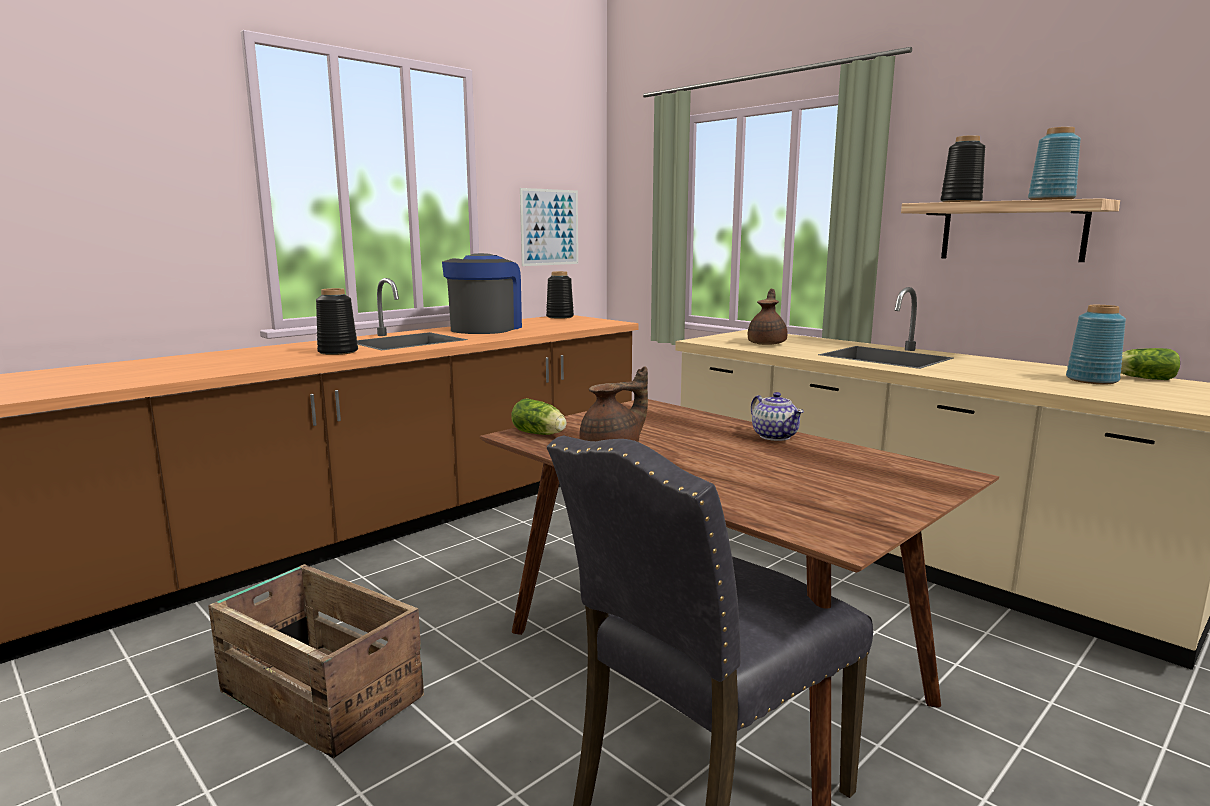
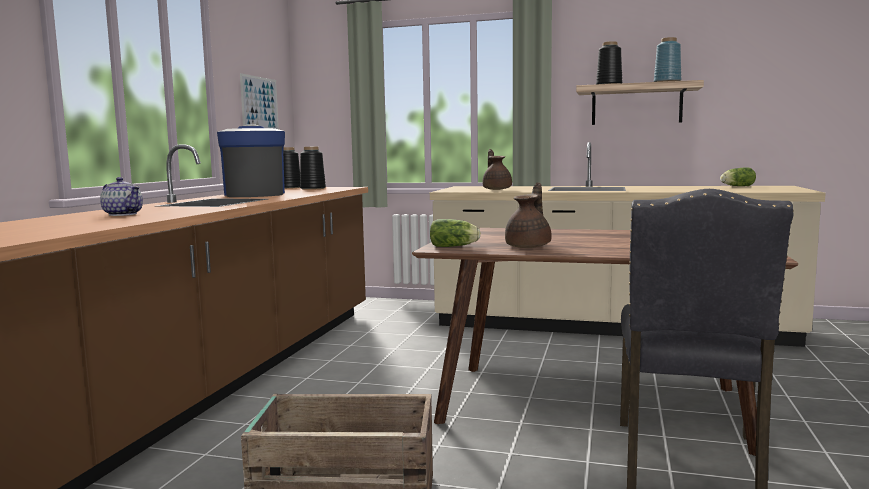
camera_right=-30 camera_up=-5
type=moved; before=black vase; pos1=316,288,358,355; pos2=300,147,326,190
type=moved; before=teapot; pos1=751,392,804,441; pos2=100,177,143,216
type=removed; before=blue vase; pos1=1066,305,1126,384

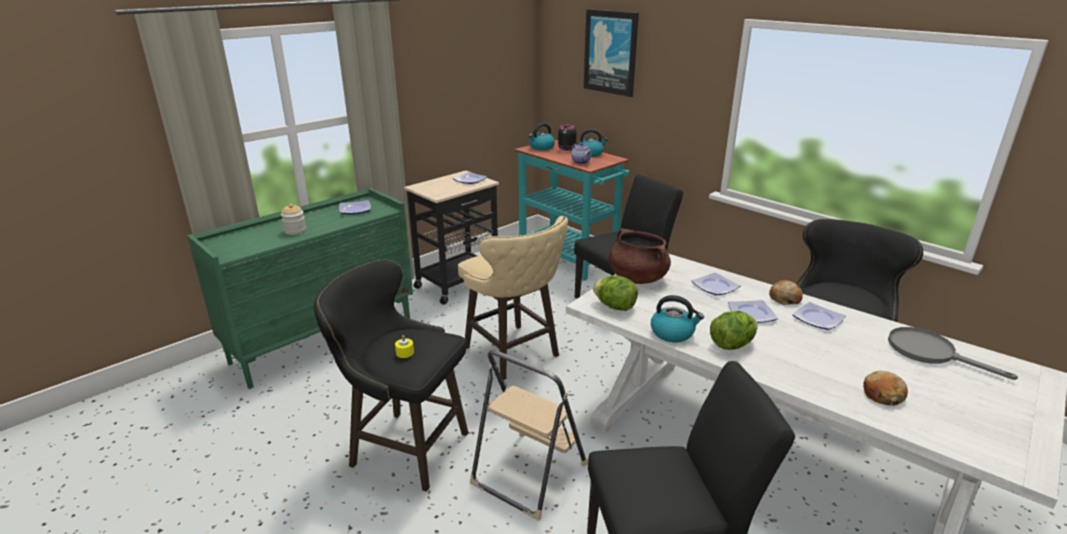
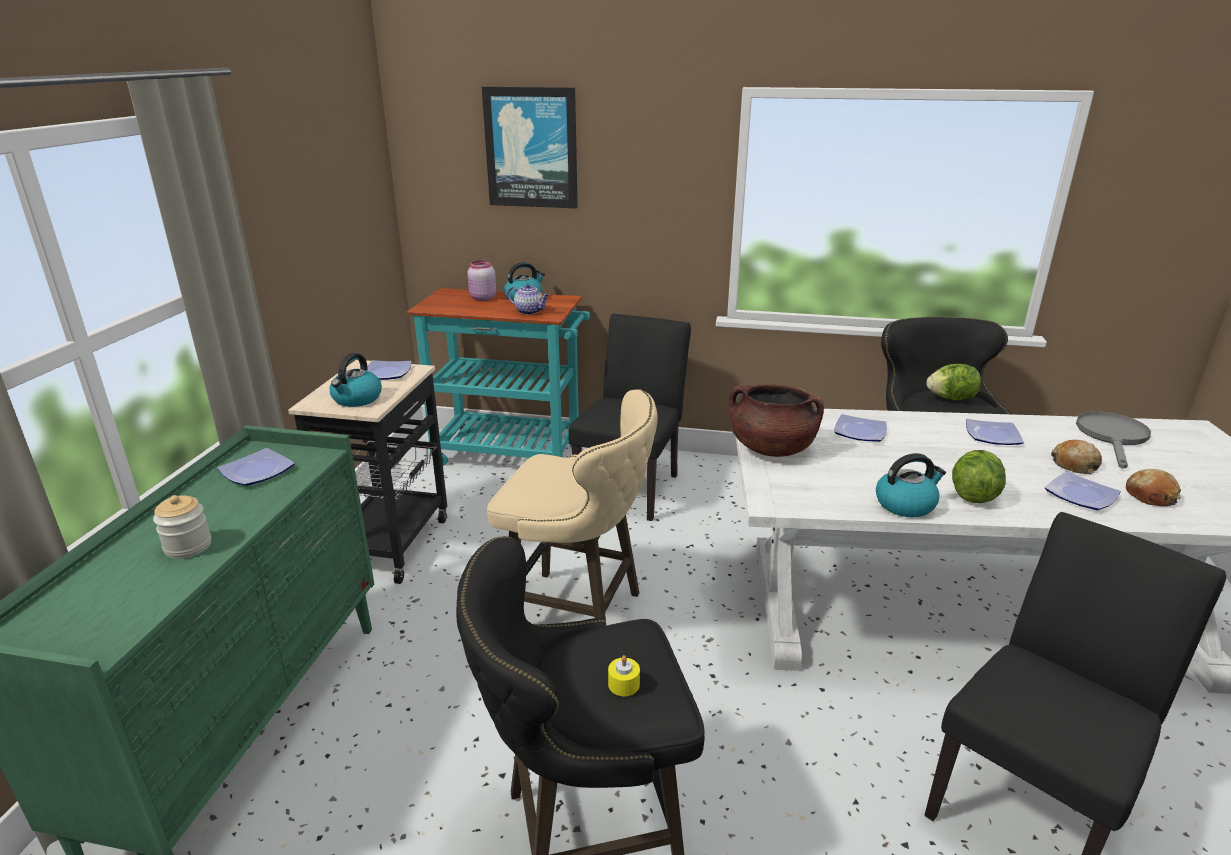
camera_right=-35 camera_up=0
type=removed; before=beige step ladder; pos1=470,350,588,521
type=moved; before=kettle; pos1=529,123,555,150; pos2=329,353,382,407
type=recoloured; before=black jar; after=pink jar; pos1=558,124,577,151; pos2=467,260,496,301
type=moved; before=lettuce; pos1=593,275,638,311; pos2=926,364,981,400
type=moved; before=plate; pos1=728,300,778,323; pos2=1045,472,1121,510
type=moved; before=bread; pos1=769,280,803,305; pos2=1051,440,1102,474
type=turned; before=grey frying pan; pos1=888,327,1018,380; pos2=1076,411,1151,469; turn=105

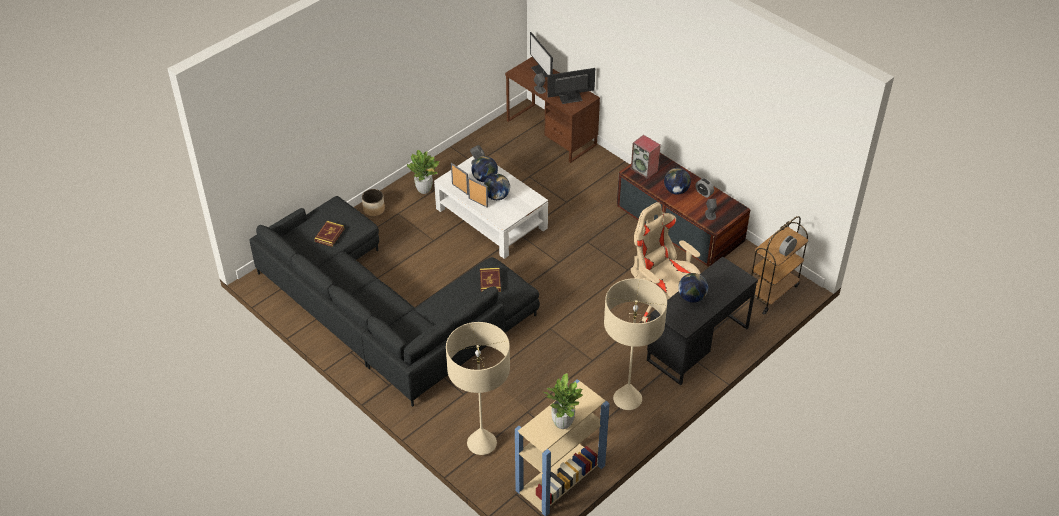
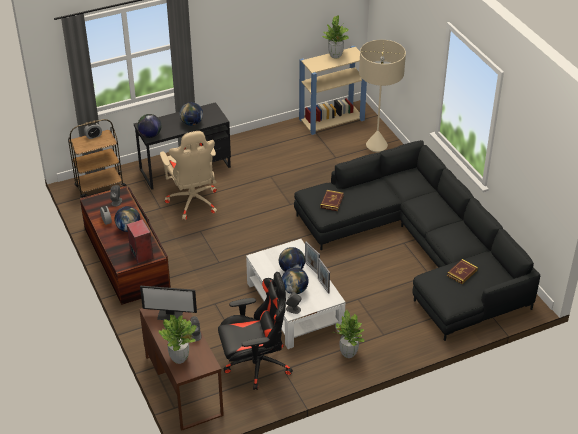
camera_right=-160 camera_up=-5
type=removed; before=planter; pos1=362,189,385,216
type=replaced; before=monitor; after=potted plant; pos1=530,32,553,77; pos2=159,315,197,364
type=removed; before=beige floor lamp; pos1=604,278,667,410
type=added; after=globe; pos2=137,114,161,138
type=added; after=black office chair; pos2=218,271,293,390

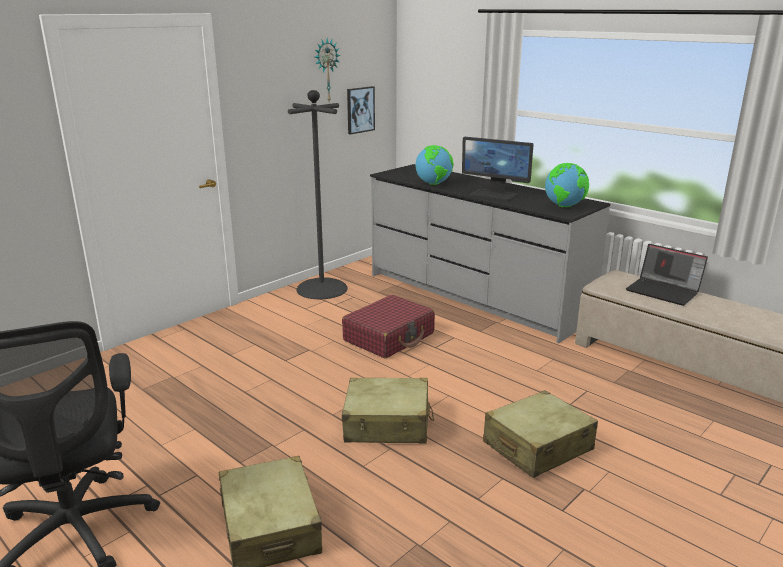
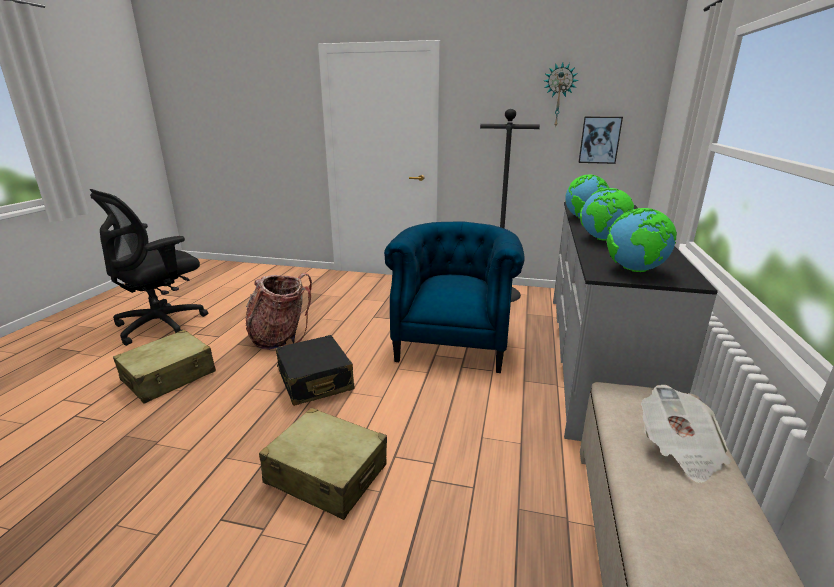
camera_right=60 camera_up=0
type=replaced; before=red suitcase; after=blue armchair; pos1=342,295,435,358; pos2=384,221,525,373
type=recoloured; before=beige suitcase; after=black suitcase; pos1=342,378,434,444; pos2=276,335,355,406
type=replaced; before=monitor; after=globe; pos1=462,137,534,201; pos2=580,188,634,241
type=replaced; before=laptop; after=newspaper; pos1=626,244,708,306; pos2=641,385,732,484
type=added; after=backpack; pos2=246,273,312,350

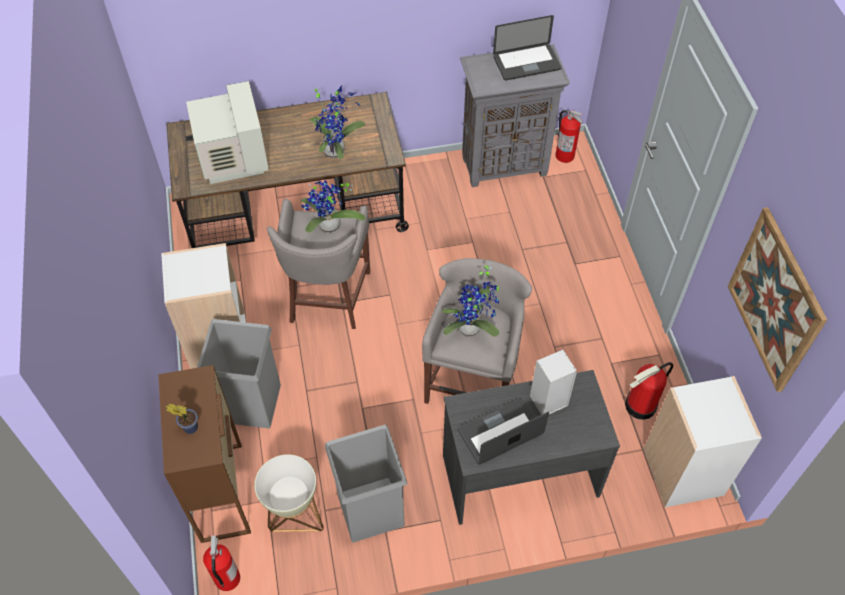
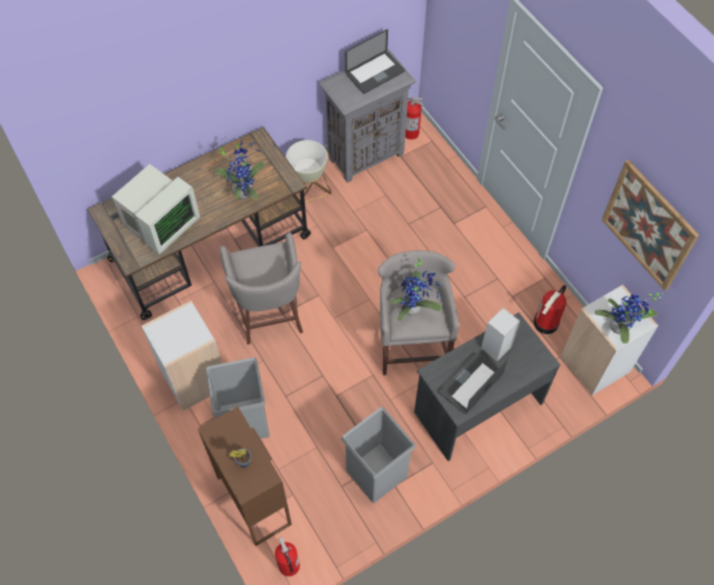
camera_right=-20 camera_up=5
type=turned; before=monitor; pos1=186,81,269,184; pos2=112,164,200,255; turn=75
type=moved; before=planter; pos1=254,454,324,532; pos2=286,140,332,202
type=moved; before=potted plant; pos1=301,180,365,233; pos2=595,293,661,344

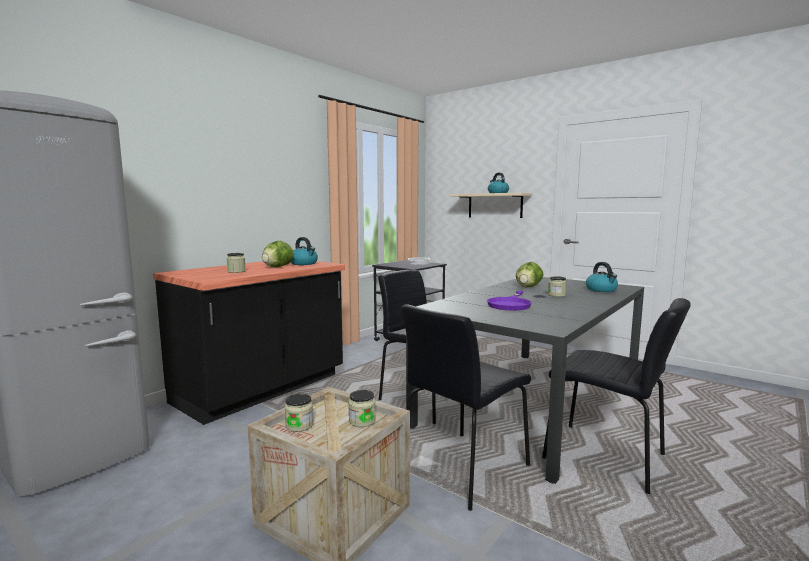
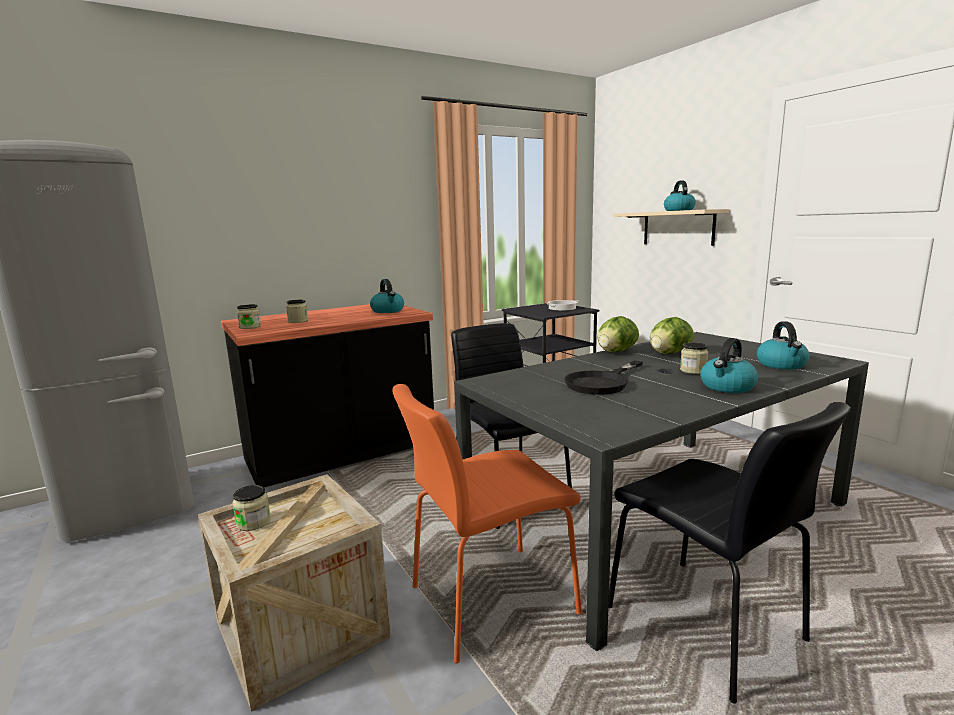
camera_right=20 camera_up=5
type=moved; before=lettuce; pos1=262,241,294,267; pos2=597,316,639,352
type=moved; before=jar; pos1=348,390,376,427; pos2=237,304,261,329
type=recoloured; before=black chair; after=orange chair; pos1=401,305,531,511; pos2=392,384,582,664
type=recoloured; before=purple frying pan; after=black frying pan; pos1=487,291,532,311; pos2=564,360,643,395
type=added; after=kettle; pos2=701,338,758,393

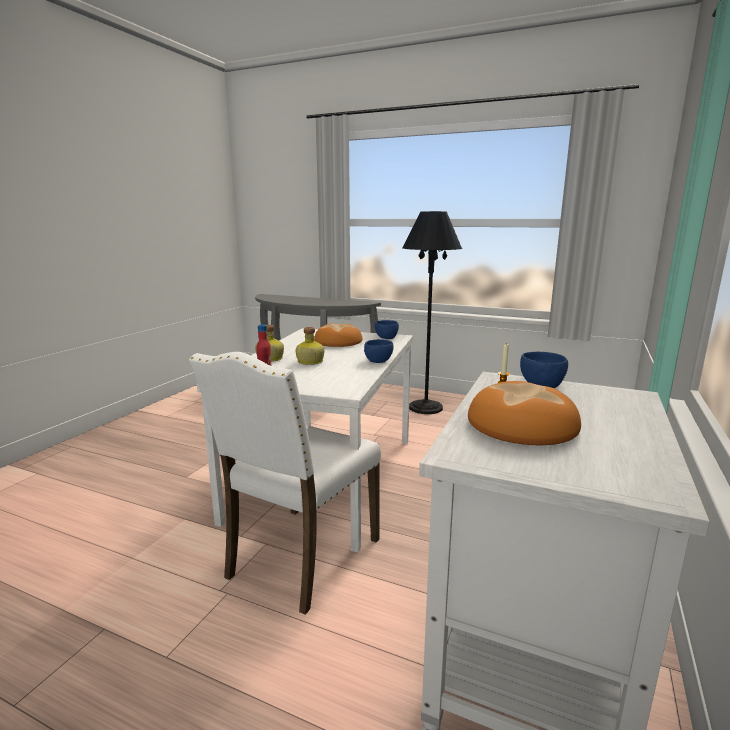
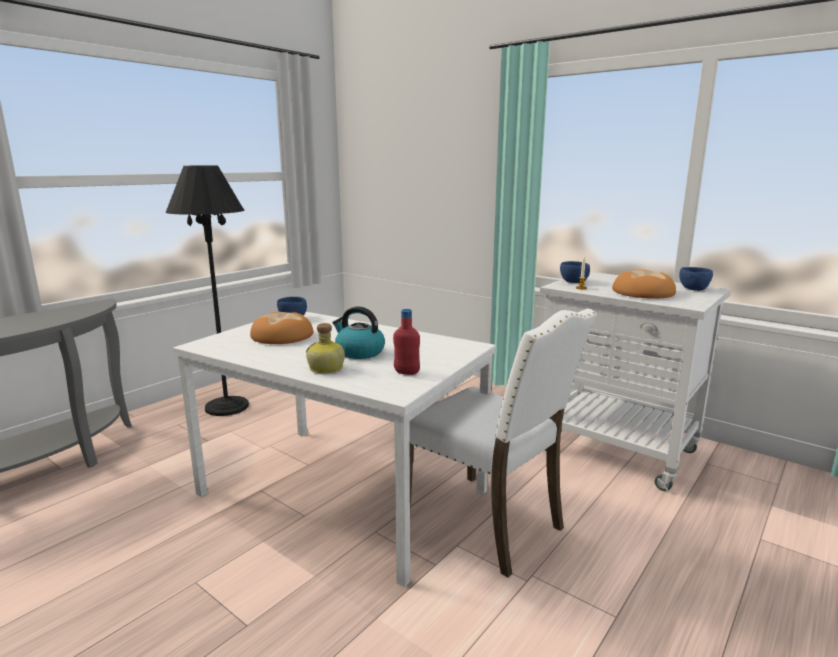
camera_right=-75 camera_up=0
type=replaced; before=bottle; after=kettle; pos1=295,327,324,365; pos2=332,307,385,359
type=moved; before=blue bowl; pos1=364,339,394,363; pos2=679,267,713,291

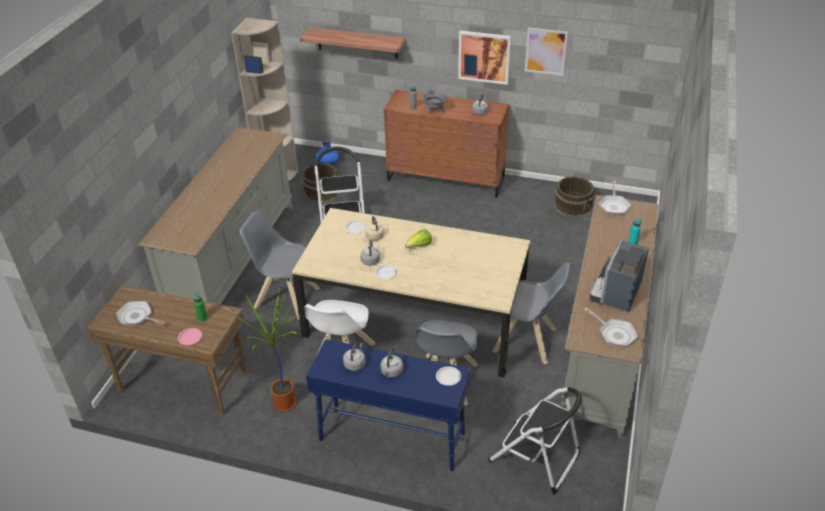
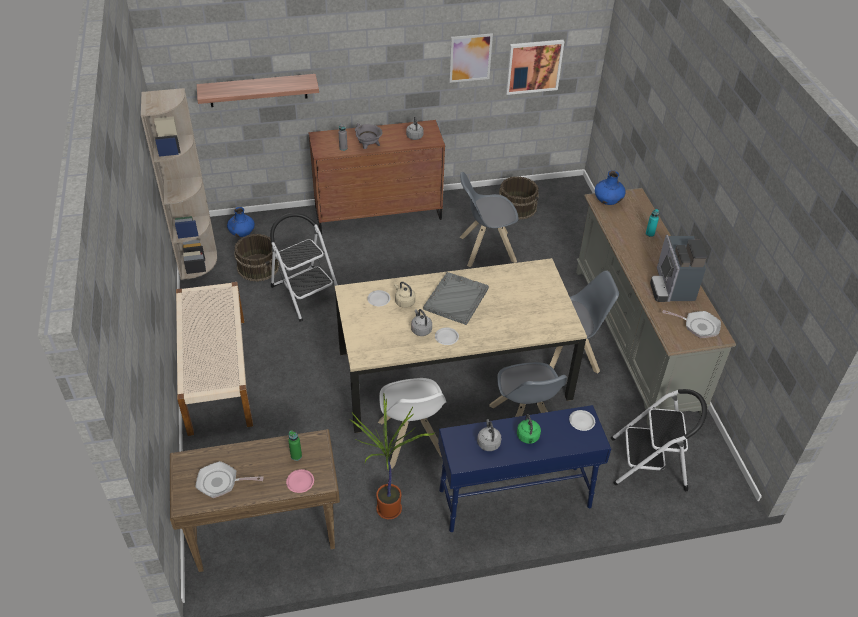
camera_right=-30 camera_up=5
type=replaced; before=grey cabinet; after=beige bench; pos1=139,127,292,304; pos2=176,282,253,436
type=moved; before=grey chair; pos1=239,211,320,320; pos2=460,172,519,267
type=recoloured; before=grey kettle; after=green kettle; pos1=381,348,403,378; pos2=517,414,541,444
type=replaced; before=lettuce; after=grey tray; pos1=405,229,432,248; pos2=423,272,489,325
type=moved; before=picture; pos1=458,31,511,85; pos2=506,40,564,95
type=replaced; before=frying pan; after=blue vase; pos1=599,181,631,216; pos2=595,170,626,205

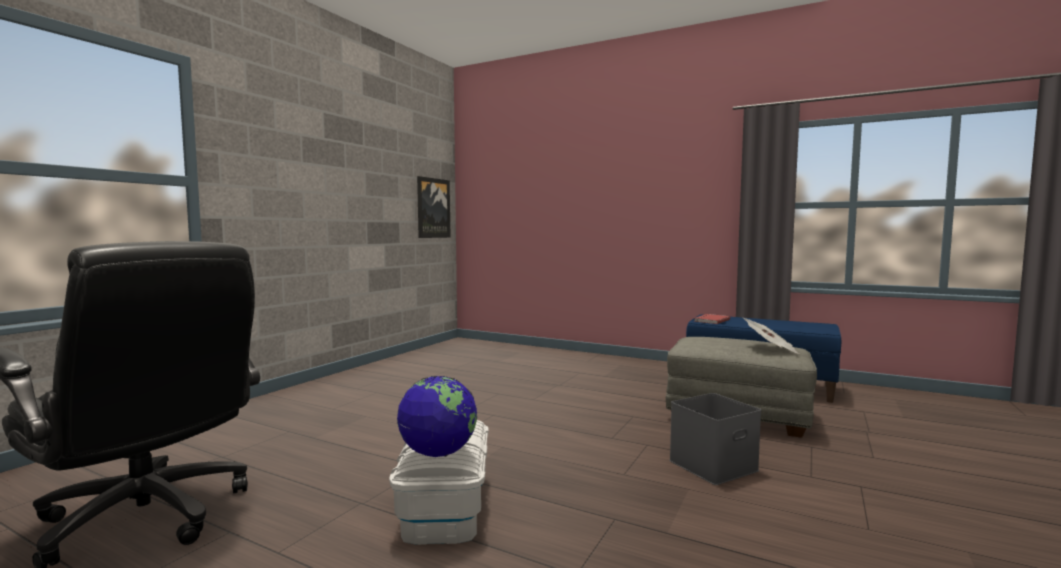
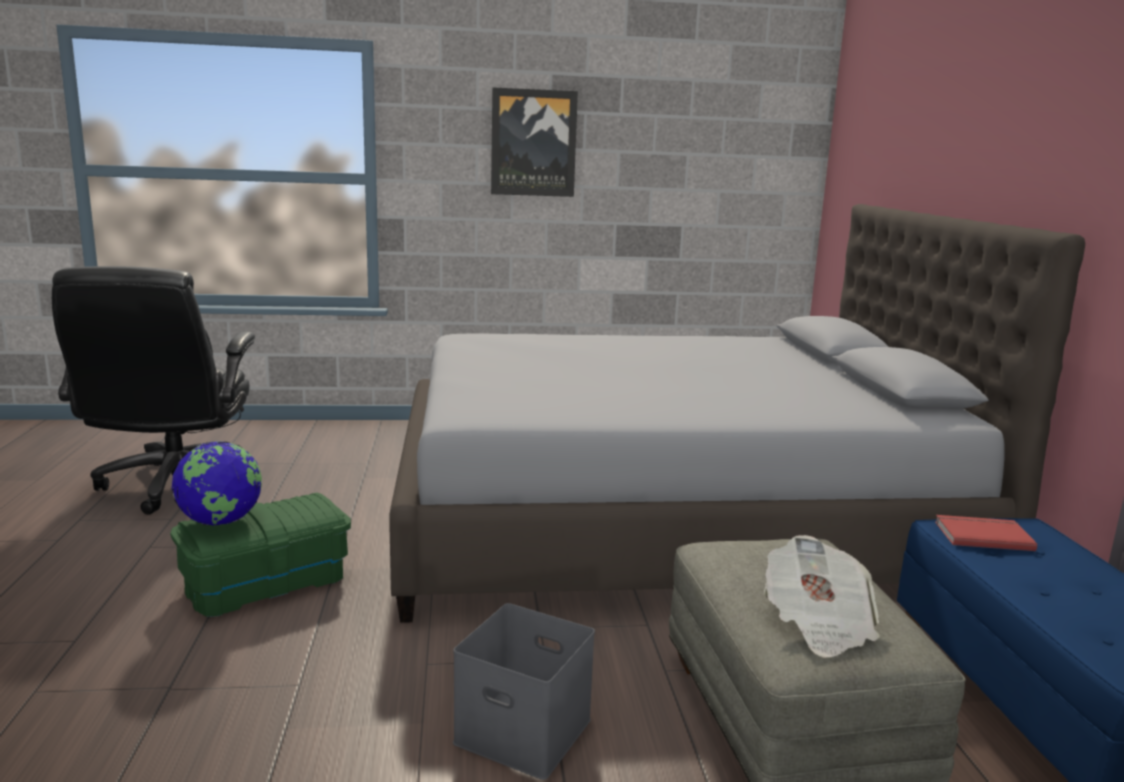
camera_right=55 camera_up=10
type=recoloured; before=white storage box; after=green storage box; pos1=389,420,489,545; pos2=170,493,351,617
type=moved; before=picture; pos1=417,176,451,238; pos2=491,87,578,197
type=added; after=grey bed; pos2=389,204,1085,623

